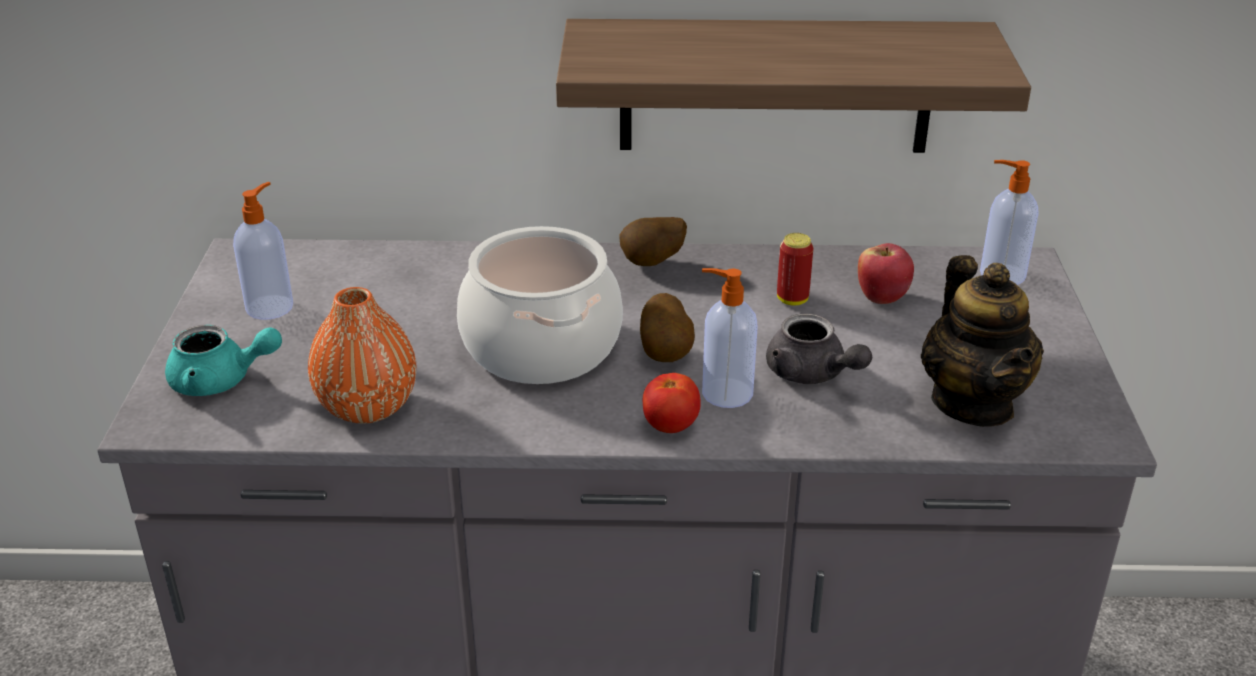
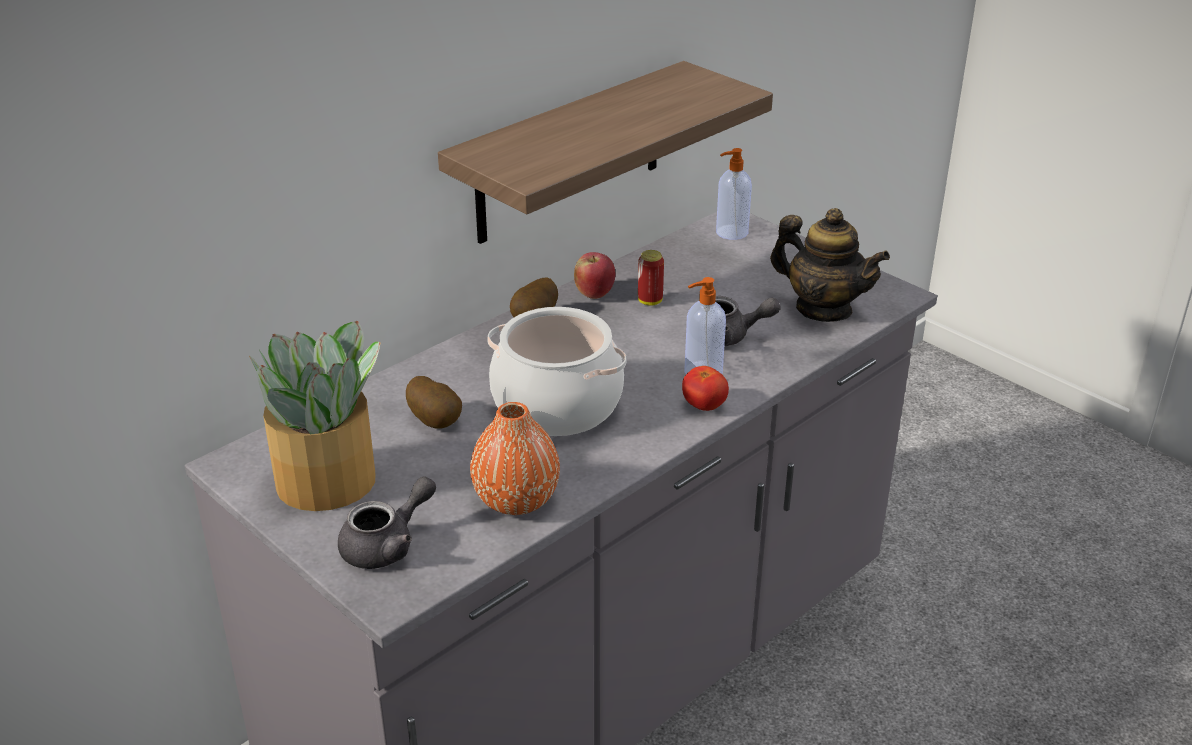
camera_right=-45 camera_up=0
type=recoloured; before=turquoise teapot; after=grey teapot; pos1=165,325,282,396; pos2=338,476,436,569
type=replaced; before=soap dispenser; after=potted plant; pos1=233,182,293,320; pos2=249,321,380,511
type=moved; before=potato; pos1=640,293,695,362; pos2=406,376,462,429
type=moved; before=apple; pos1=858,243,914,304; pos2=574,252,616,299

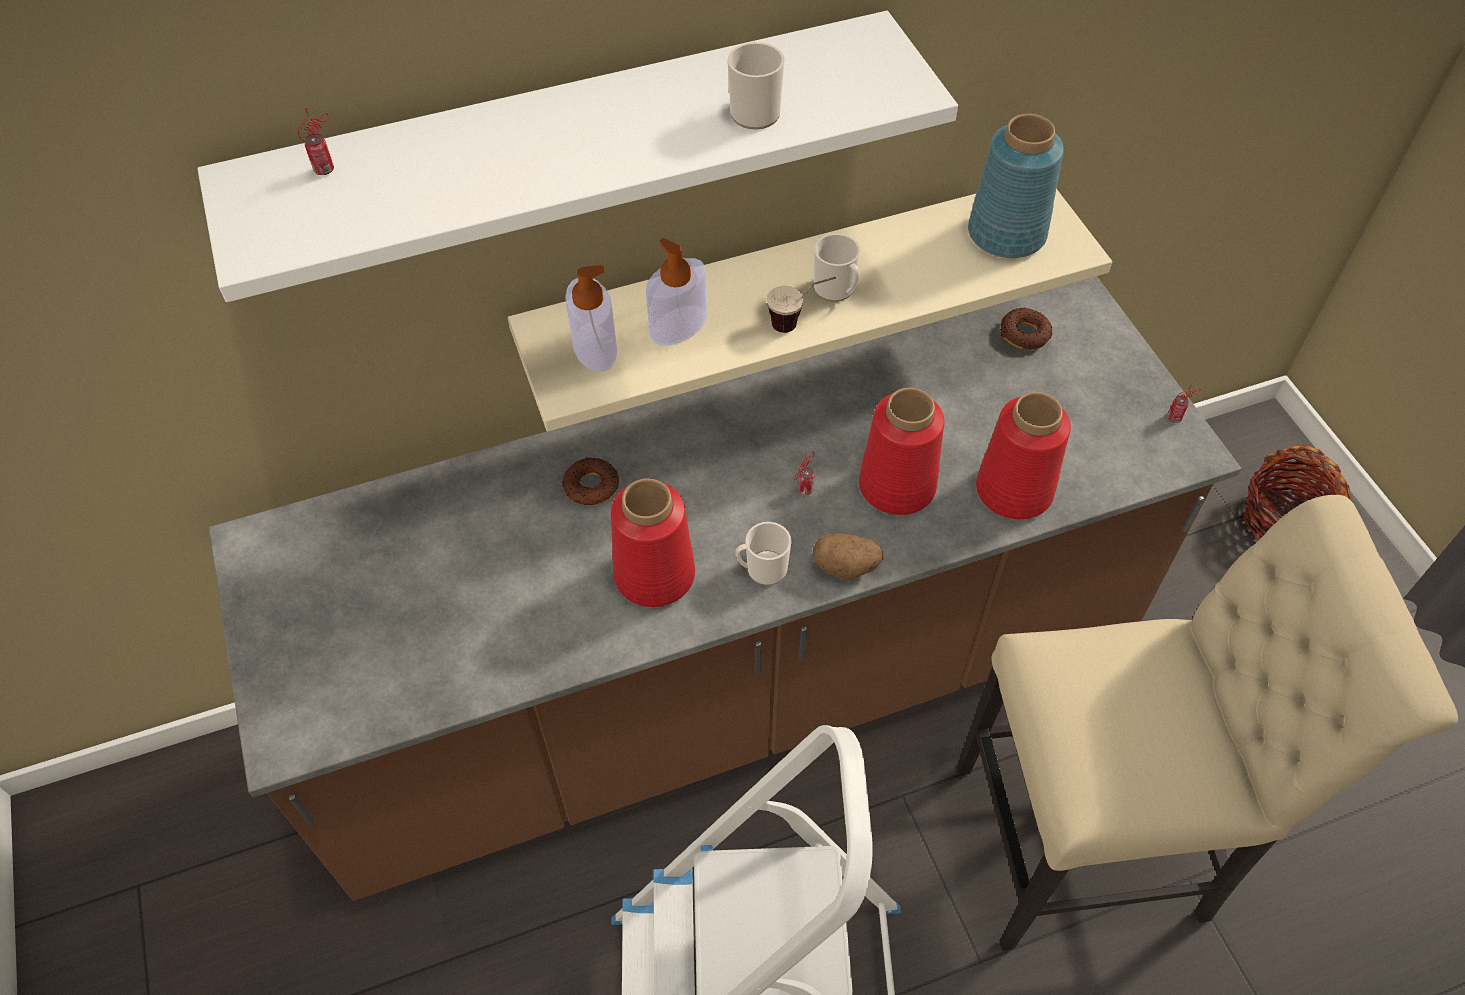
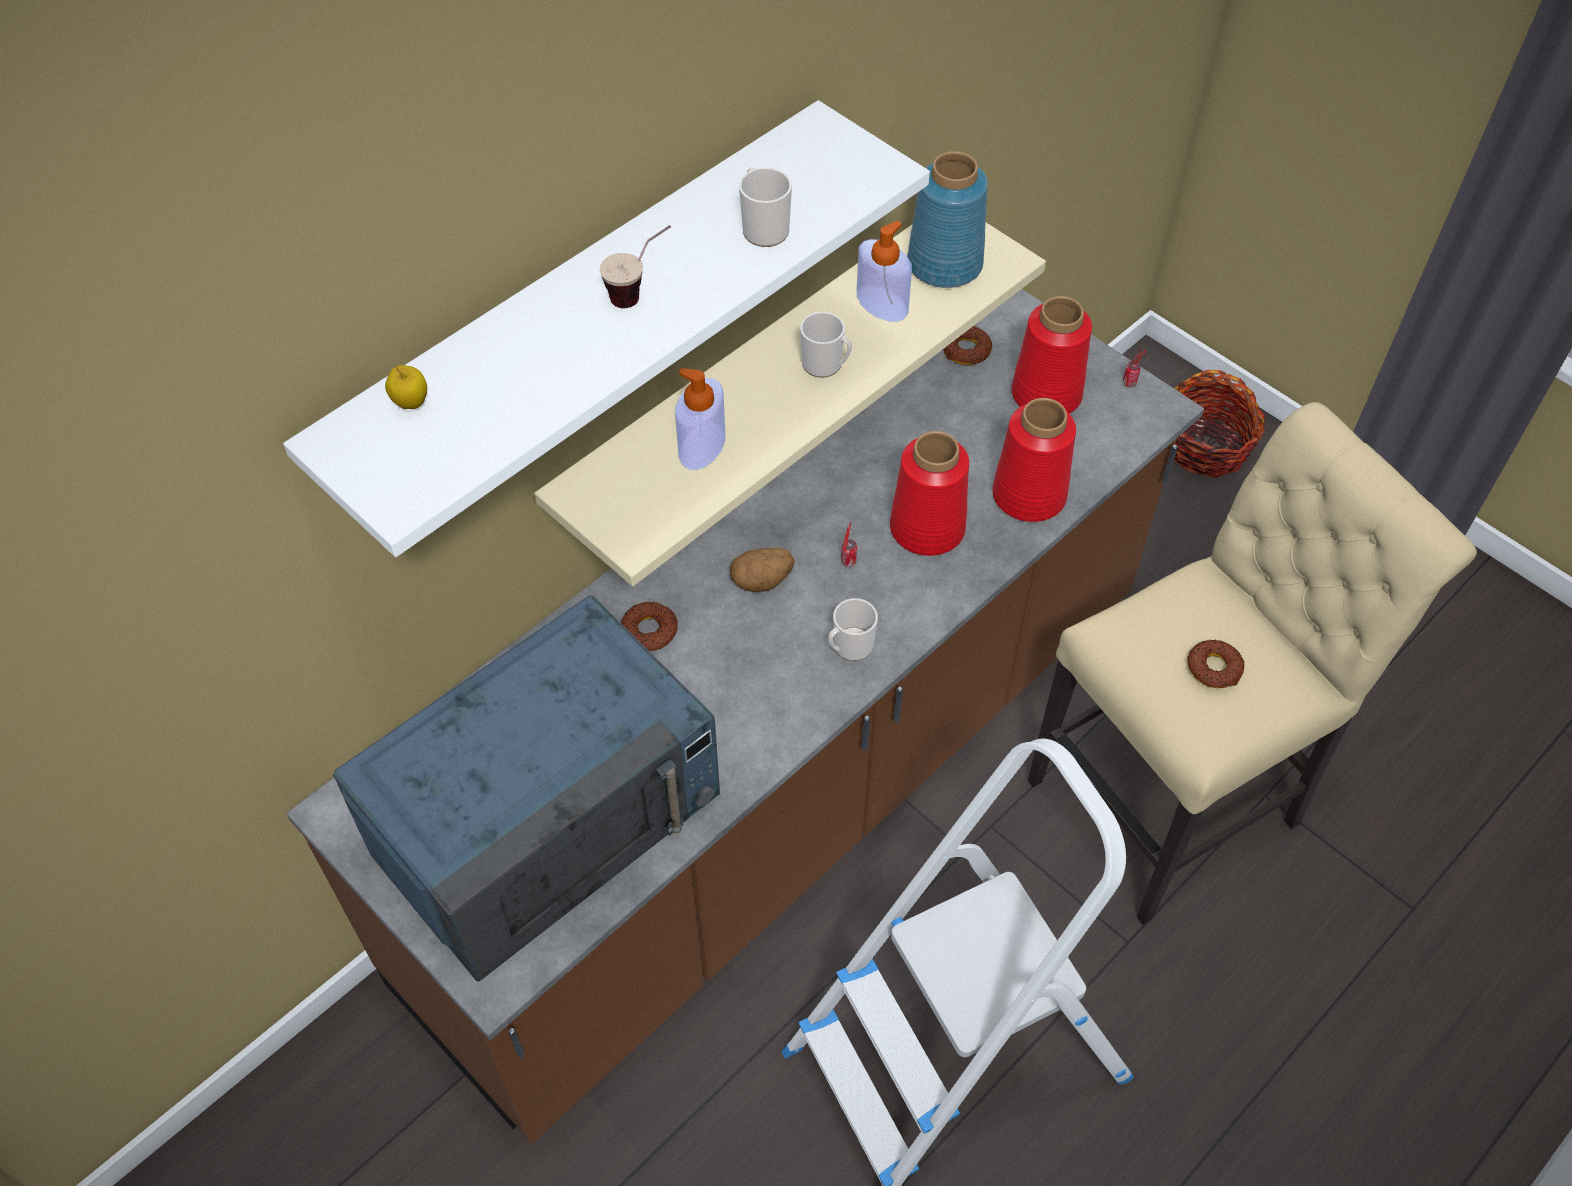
camera_right=-25 camera_up=0
type=replaced; before=can; after=apple; pos1=298,107,334,175; pos2=385,365,427,409
type=moved; before=soap dispenser; pos1=565,265,617,372; pos2=857,221,912,322
type=moved; before=red vase; pos1=611,478,695,607; pos2=1011,296,1092,414
type=moved; before=cup; pos1=767,277,836,333; pos2=600,225,671,308
type=moved; before=potato; pos1=813,533,883,579; pos2=730,548,795,592
type=added; after=blue microwave; pos2=333,596,720,982
type=added; after=donut; pos2=1187,640,1244,688

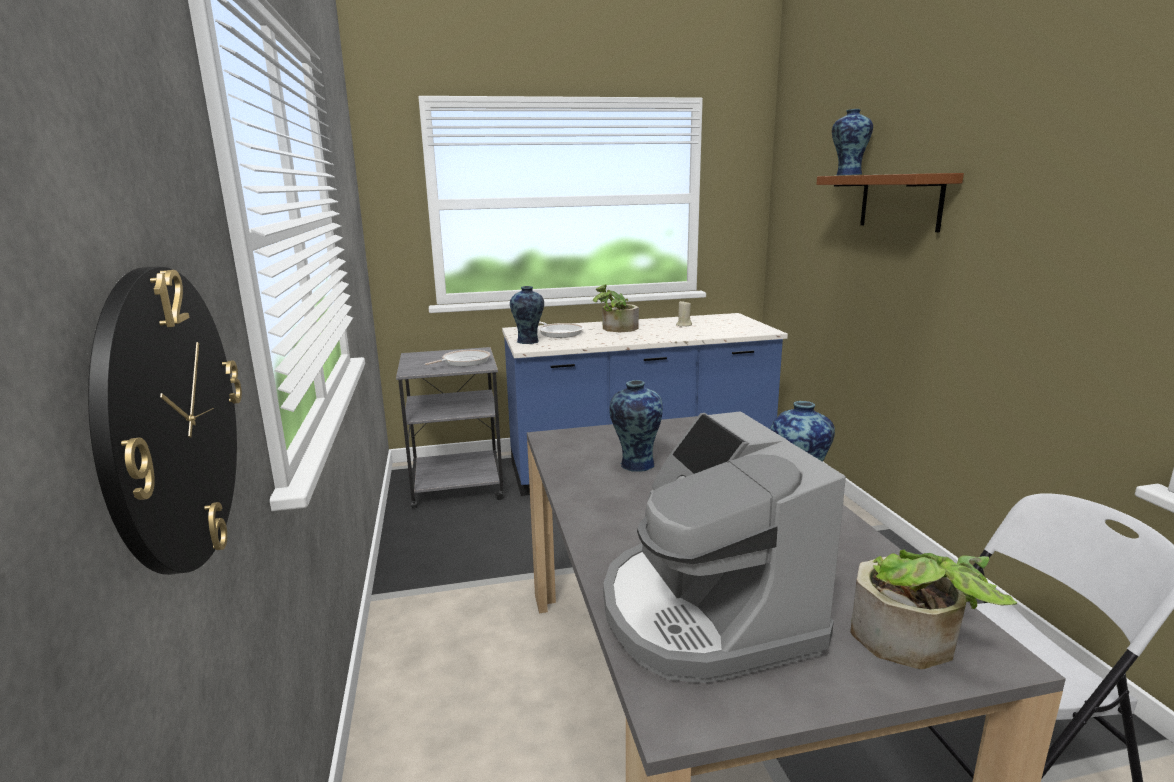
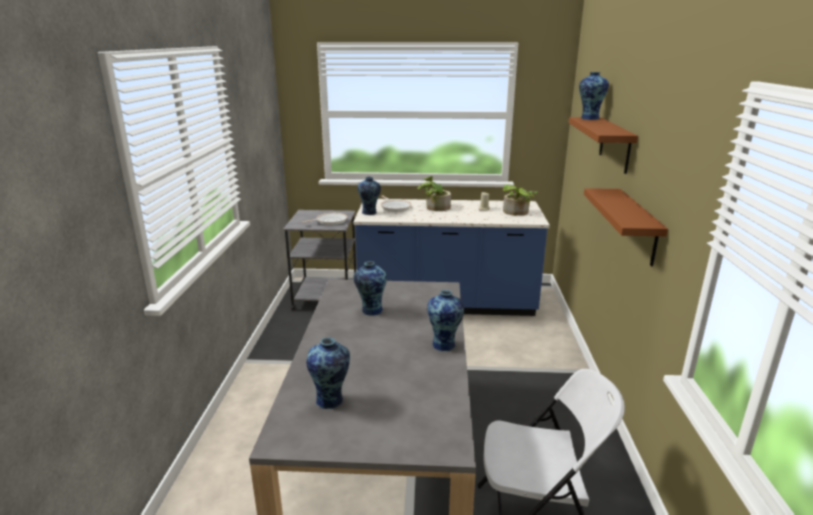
camera_right=15 camera_up=5
type=removed; before=wall clock; pos1=88,267,242,575
type=replaced; before=coffee machine; after=vase; pos1=603,411,846,683; pos2=306,337,350,409
type=moved; before=potted plant; pos1=850,549,1017,669; pos2=503,184,537,216
type=added; after=brown shelf; pos2=584,188,668,267

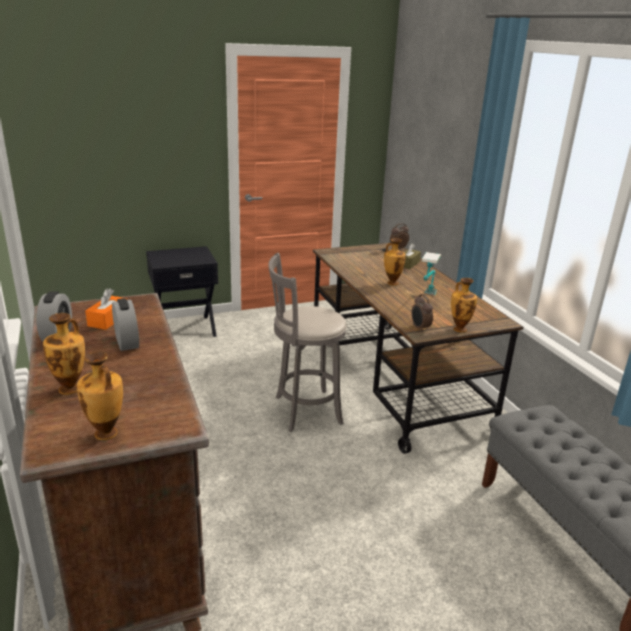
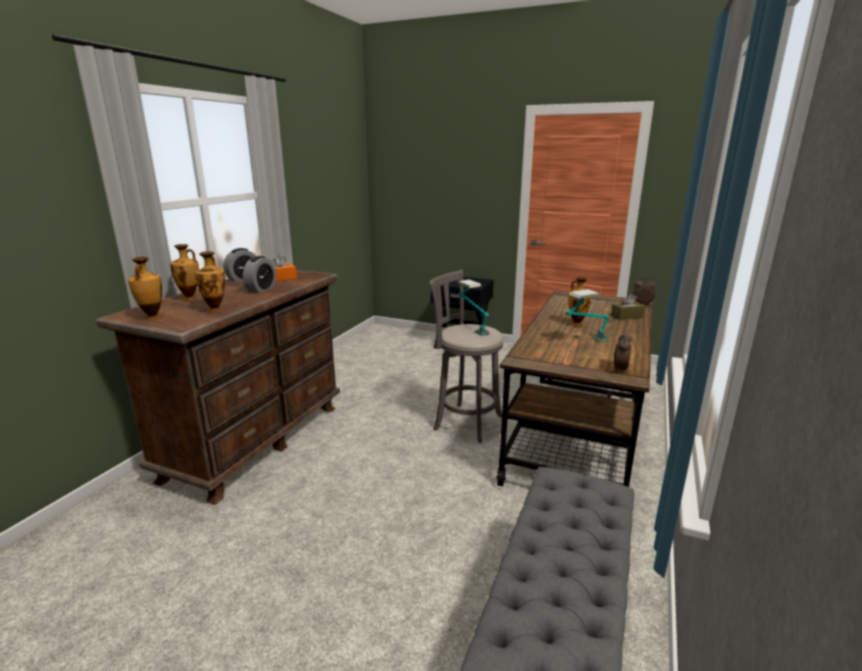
camera_right=45 camera_up=-5
type=moved; before=alarm clock; pos1=411,294,433,332; pos2=614,331,631,373
type=moved; before=vase; pos1=451,278,477,333; pos2=195,251,225,313
type=added; after=table lamp; pos2=457,279,490,336

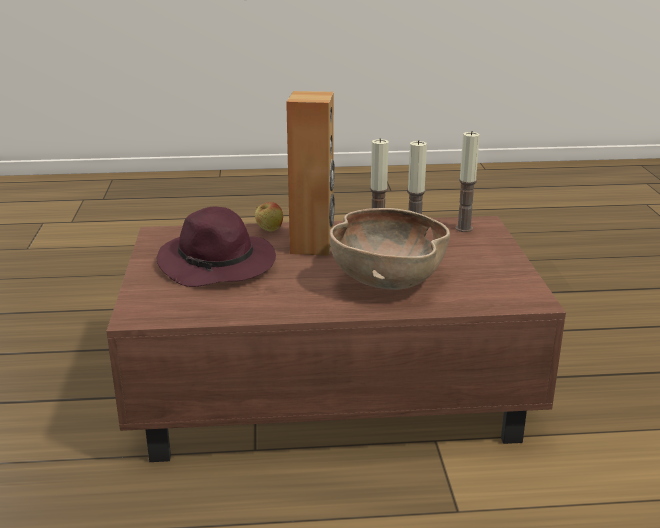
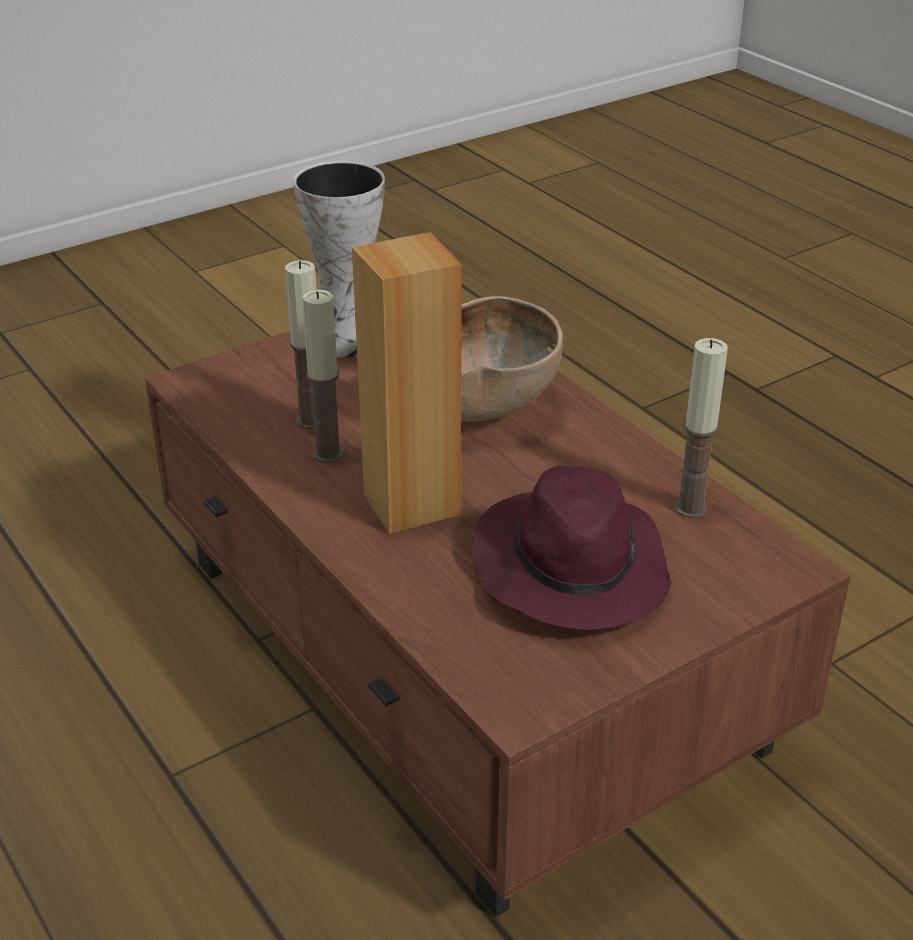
camera_right=-120 camera_up=10
type=removed; before=apple; pos1=255,202,283,231
type=moved; before=candle; pos1=456,131,480,232; pos2=674,338,728,518
type=added; after=vase; pos2=293,160,385,358

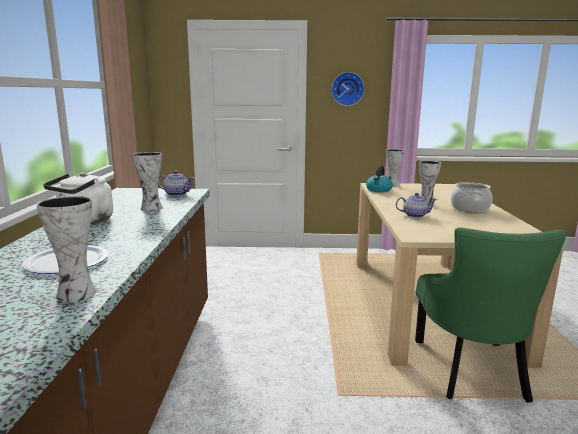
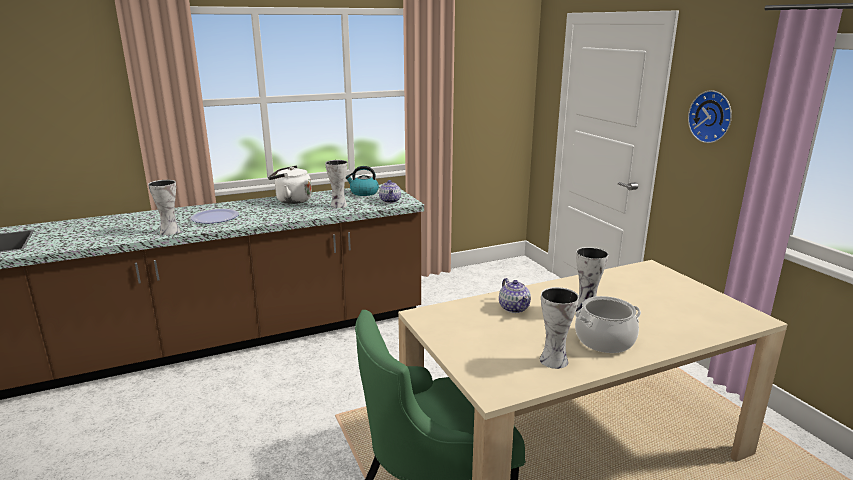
camera_right=65 camera_up=5
type=moved; before=kettle; pos1=366,166,393,192; pos2=346,166,379,196
type=moved; before=vase; pos1=386,149,404,187; pos2=540,287,579,369

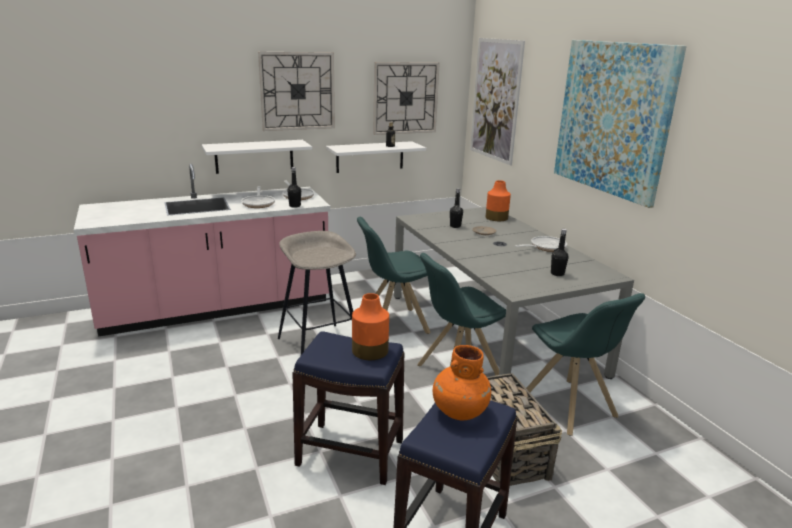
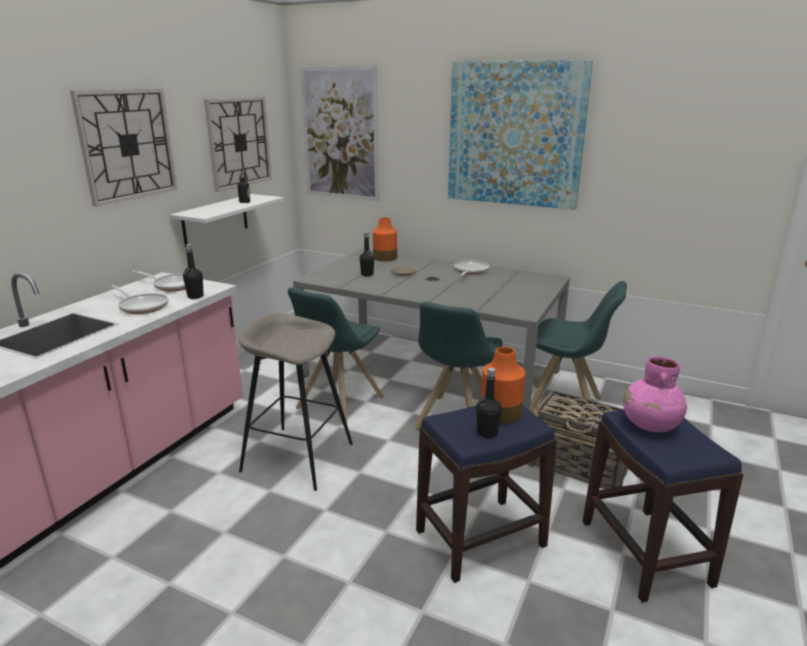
camera_right=-40 camera_up=0
type=removed; before=white shelf; pos1=202,140,312,174
type=recoloured; before=orange vase; after=pink vase; pos1=433,345,491,420; pos2=623,356,687,432
type=moved; before=black bottle; pos1=551,229,569,276; pos2=476,368,502,438

